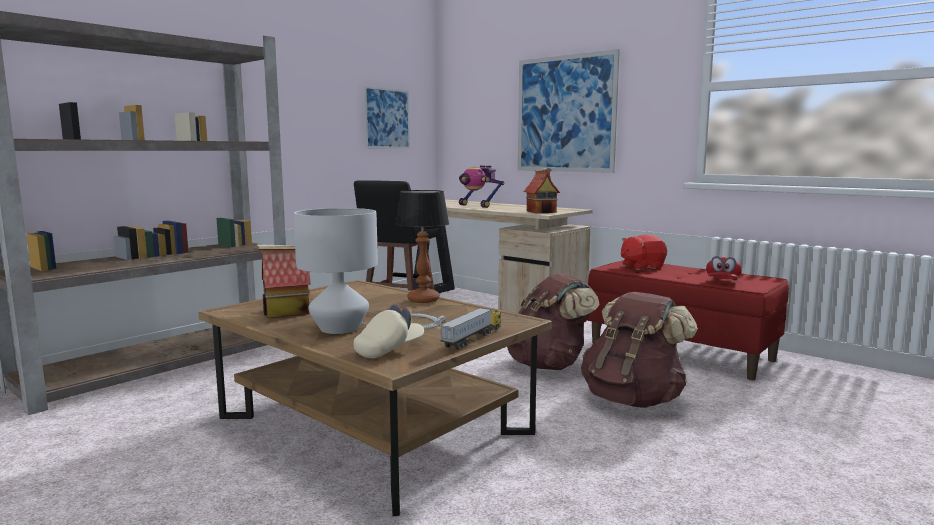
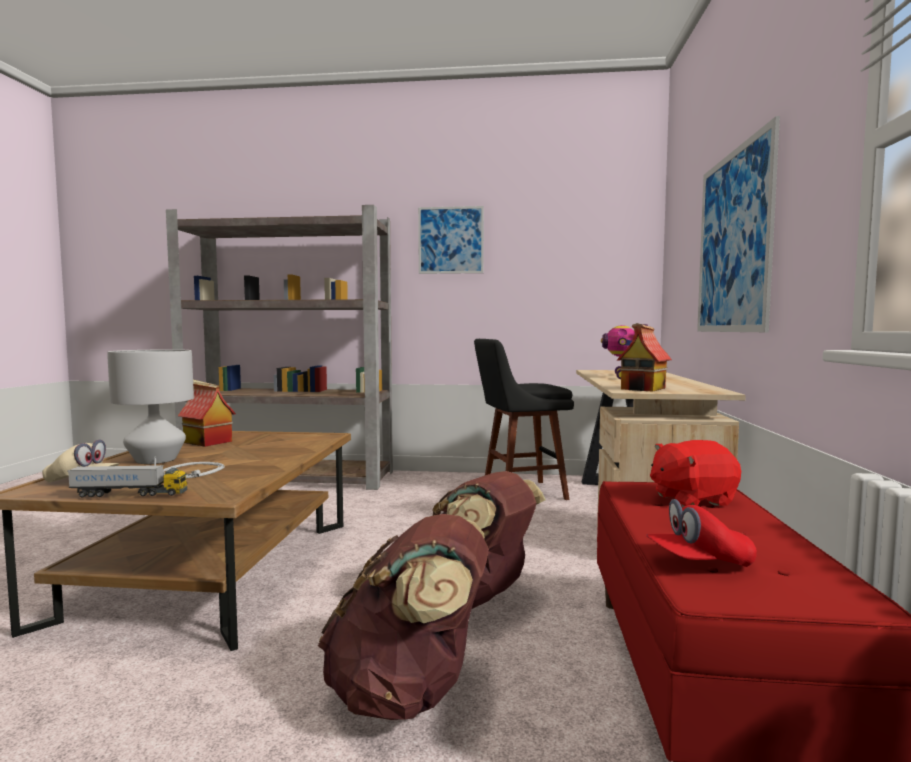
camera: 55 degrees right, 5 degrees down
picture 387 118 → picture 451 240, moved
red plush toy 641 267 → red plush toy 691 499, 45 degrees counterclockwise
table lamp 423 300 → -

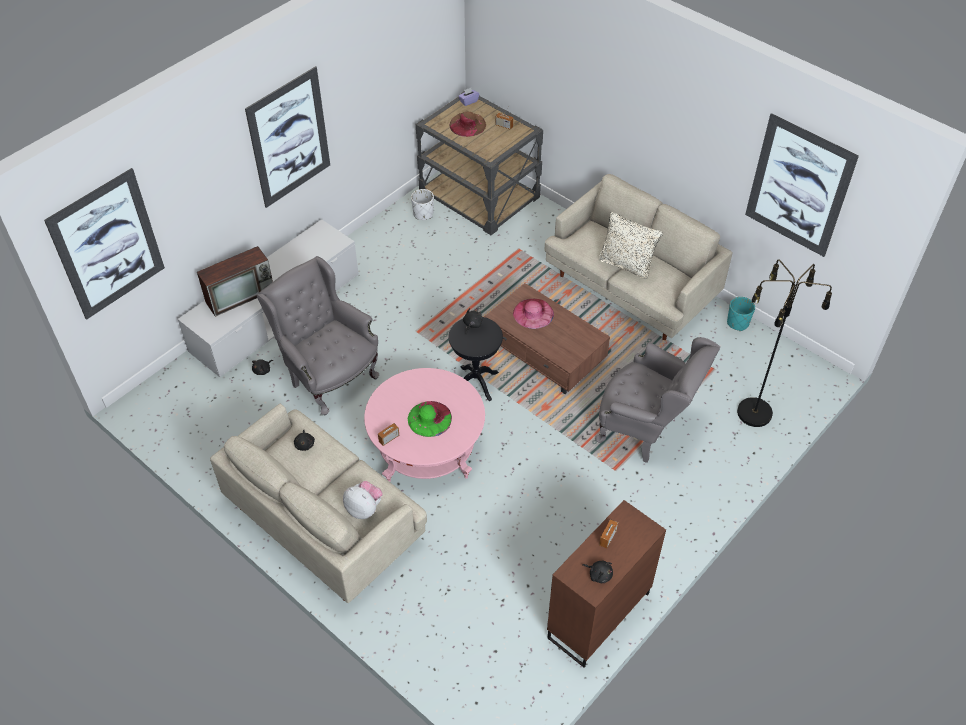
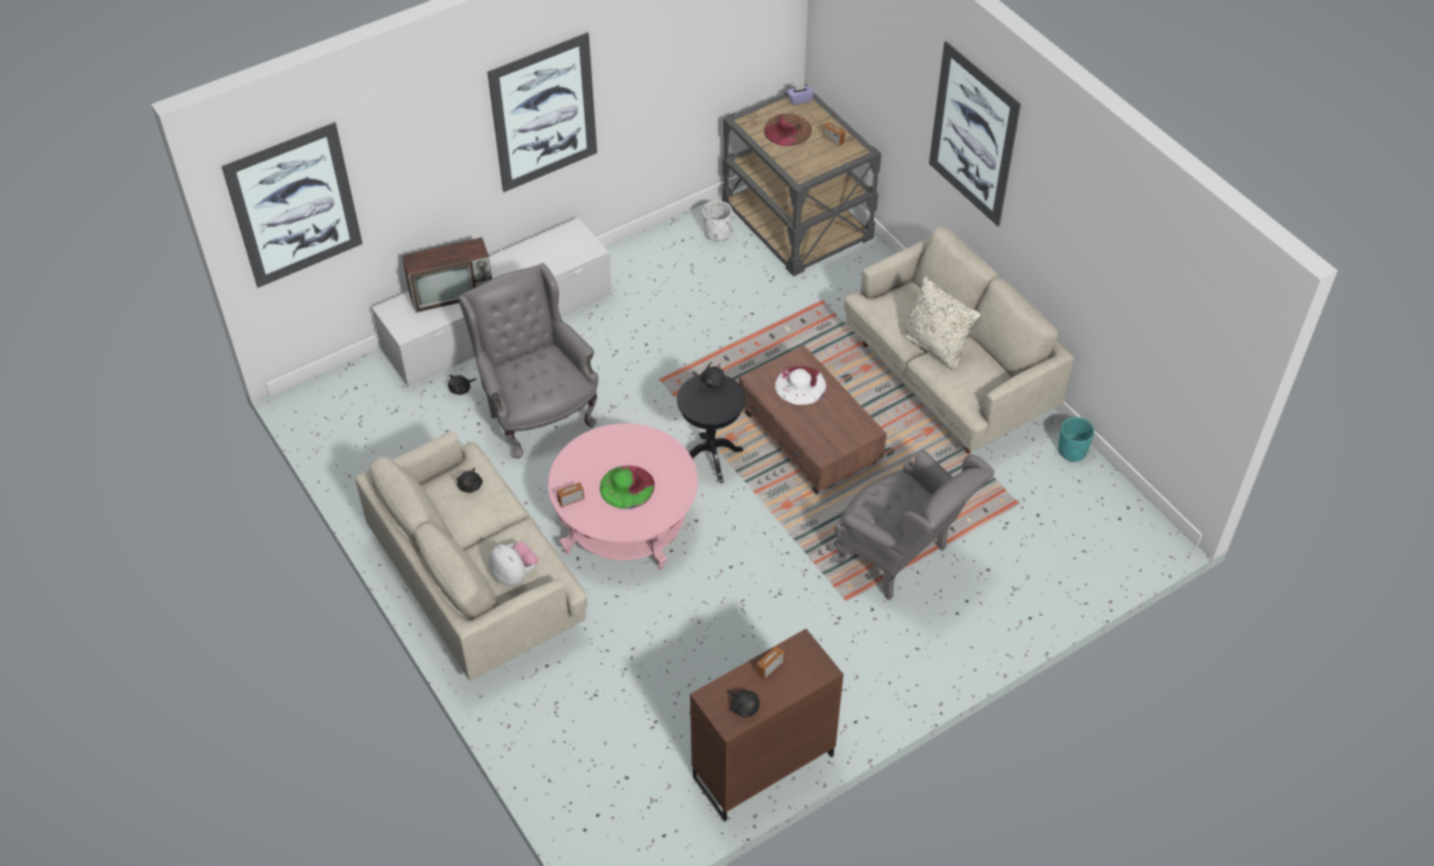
camera: 15 degrees right, 0 degrees up
pink hat 533 313 → white hat 800 385
picture 798 186 → picture 973 135, moved
floor lamp 754 412 → -

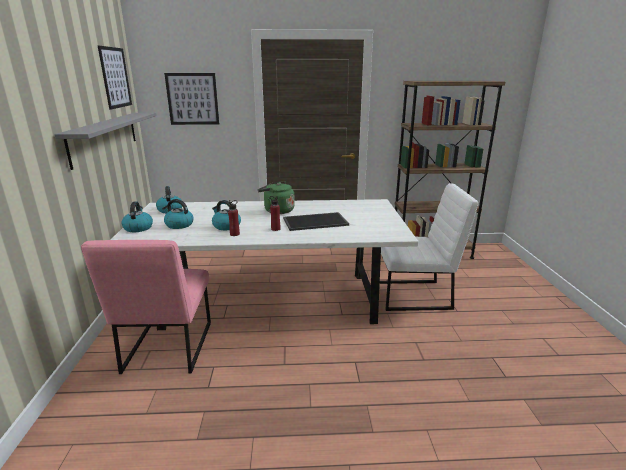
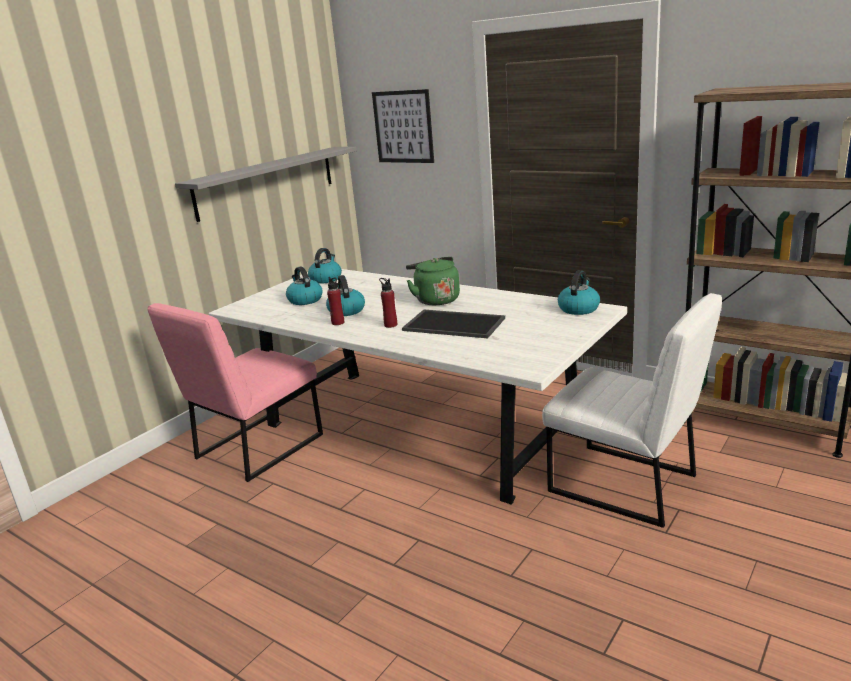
camera: 40 degrees right, 0 degrees up
kettle 138 228 → kettle 578 308, moved
picture 115 77 → -

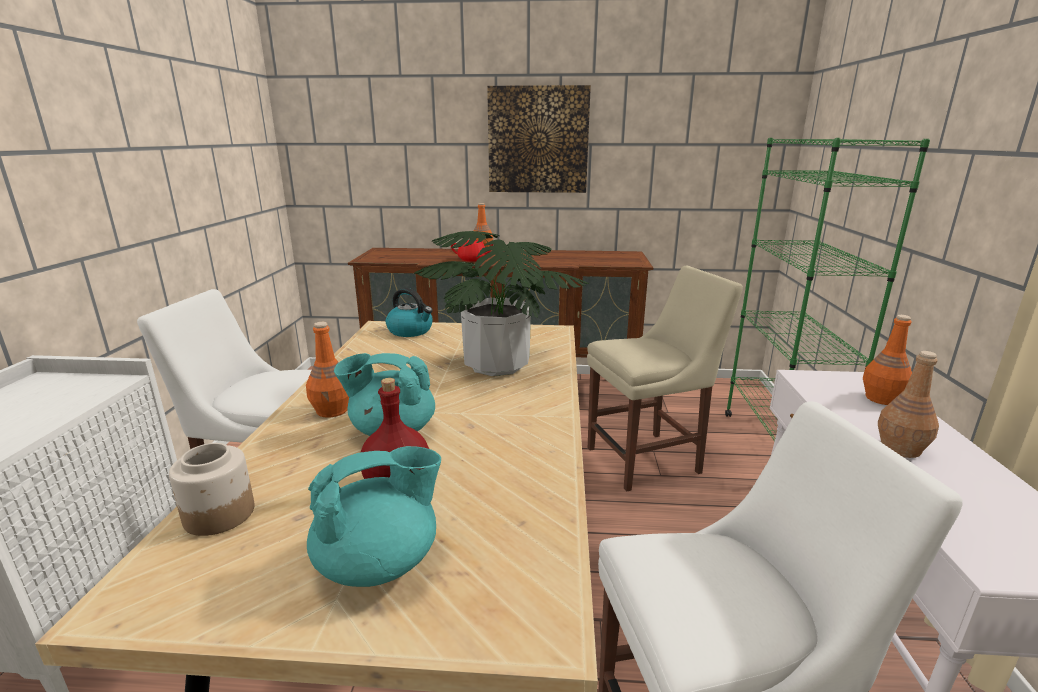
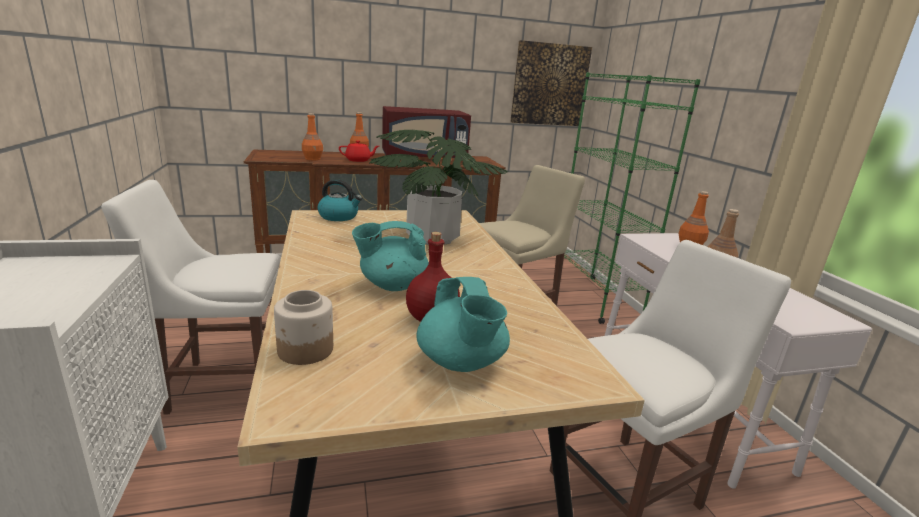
camera: 20 degrees left, 0 degrees up
orange bottle 333 410 → orange bottle 313 159, moved
- → red microwave 424 158
turquoise teapot 380 562 → turquoise teapot 461 363, 120 degrees clockwise
picture 538 140 → picture 549 85, moved

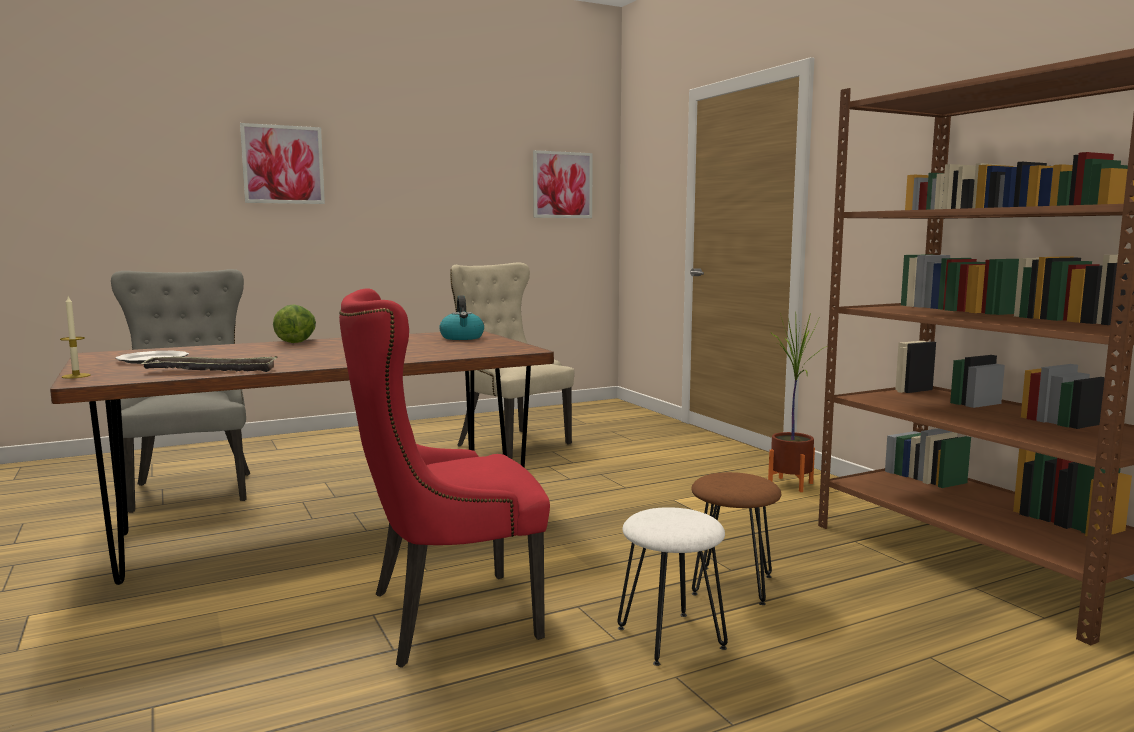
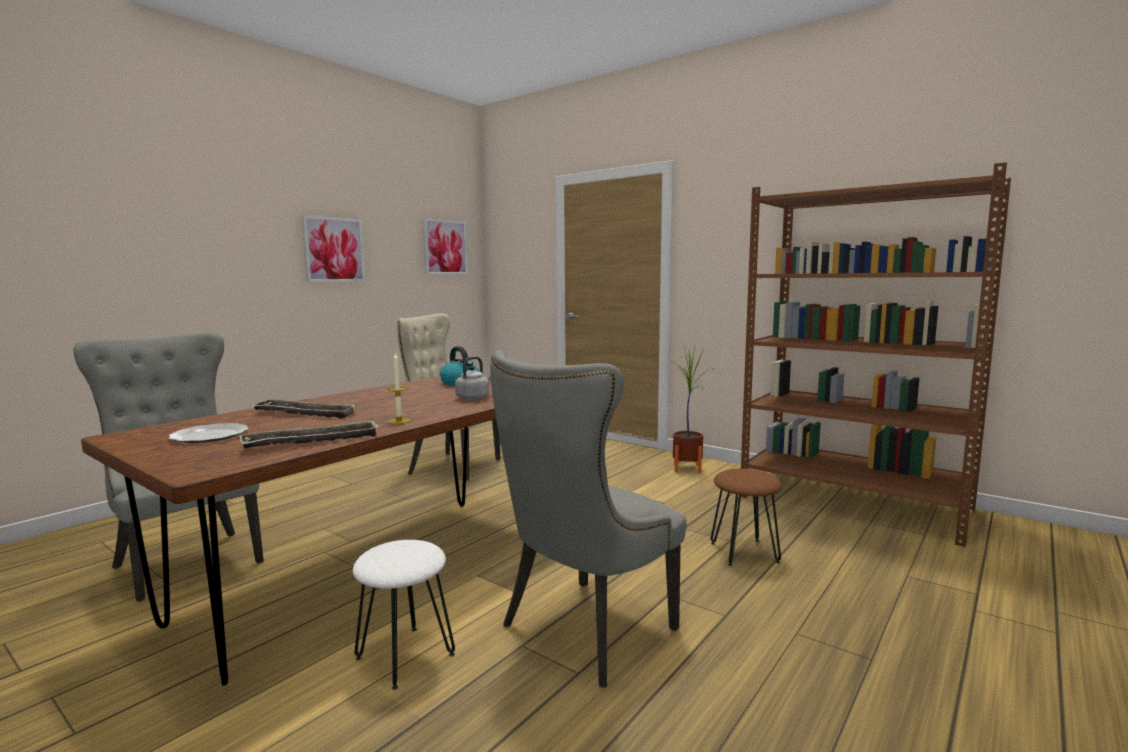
camera: 25 degrees left, 0 degrees up
- → tray 304 414
picture 283 164 → picture 334 250, moved
white stool 671 638 → white stool 405 656, moved
candle 76 376 → candle 399 421, moved
- → grey kettle 474 398
red chair 448 617 → grey chair 587 630
lettuce 296 342 → -

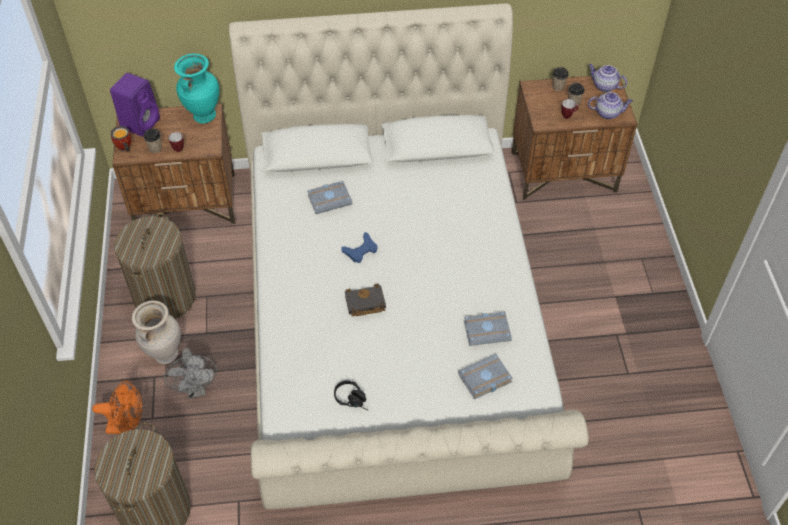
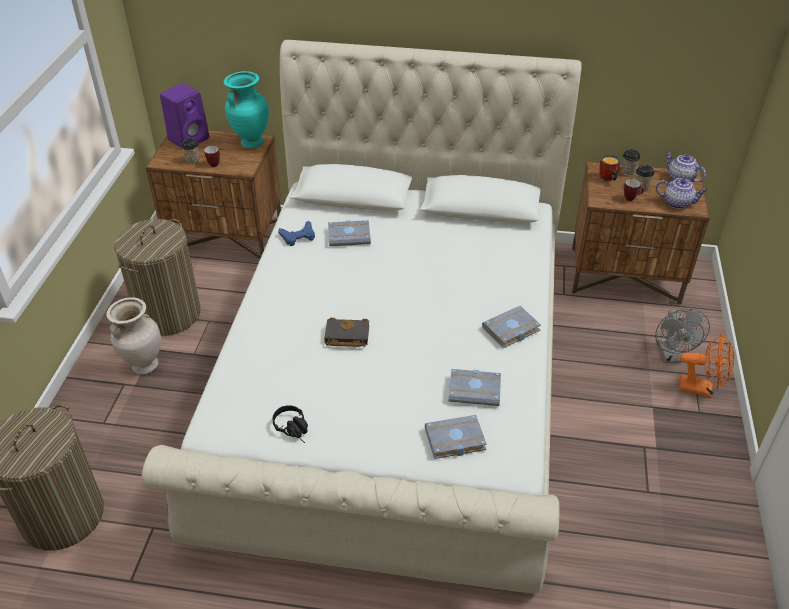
camera: 15 degrees right, 10 degrees down
blue game controller 360 250 → blue game controller 298 236, moved
- → grey book 511 331
mug 124 149 → mug 607 179, moved
grey fan 196 389 → grey fan 671 356, moved
orange fan 128 426 → orange fan 701 388, moved

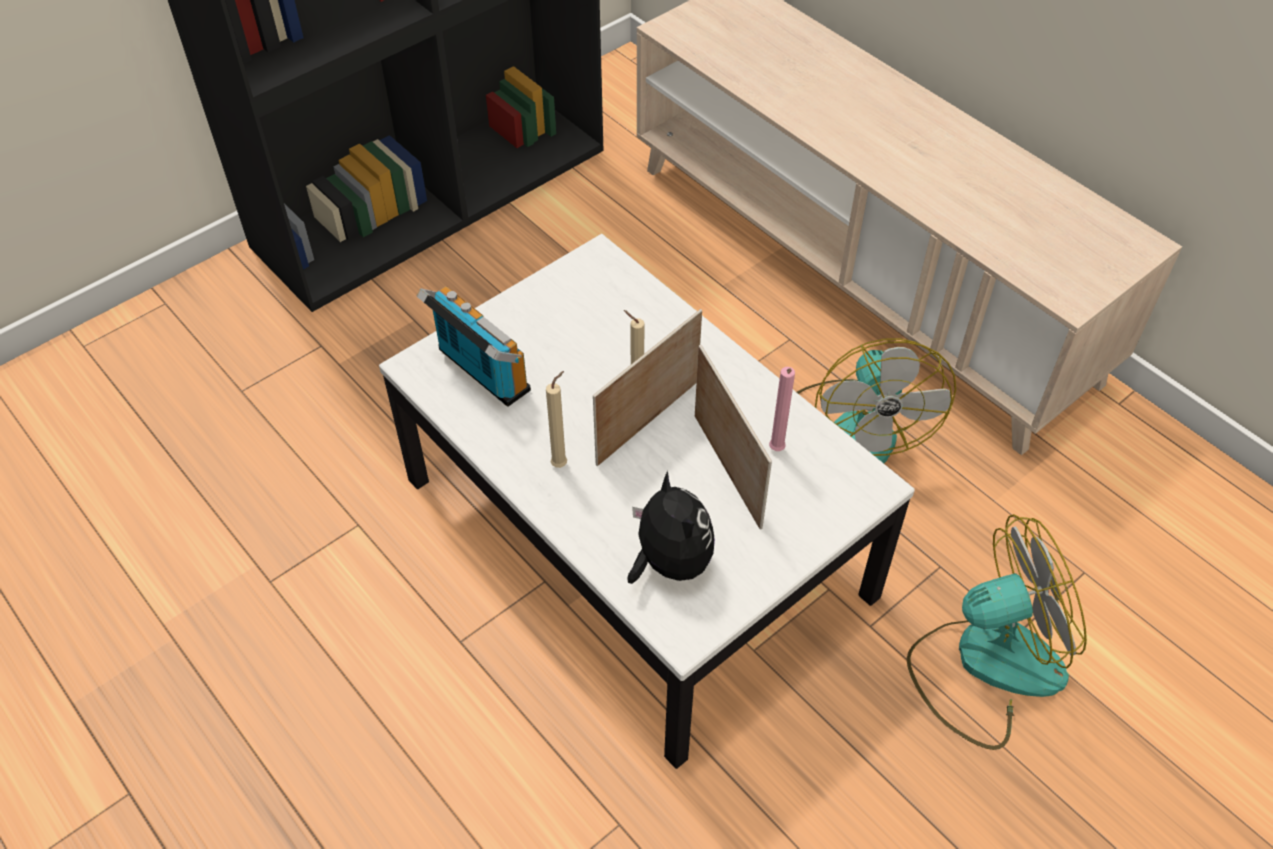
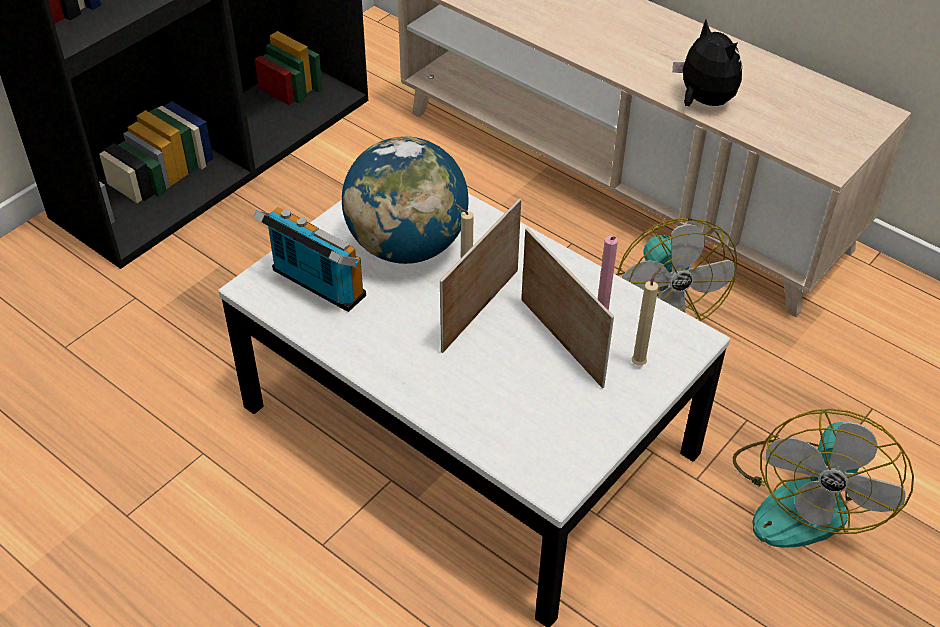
camera: 10 degrees left, 5 degrees down
- → globe 407 246
beige candle 561 463 → beige candle 640 362, moved
plush toy 669 562 → plush toy 703 101, moved
fan 985 664 → fan 804 498, 135 degrees clockwise

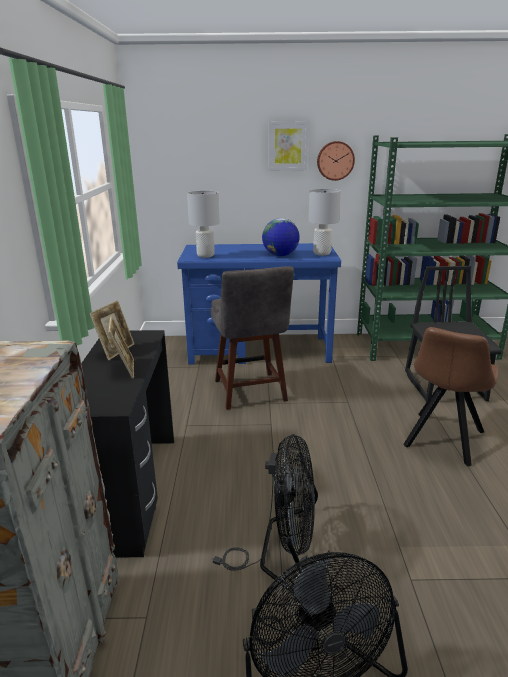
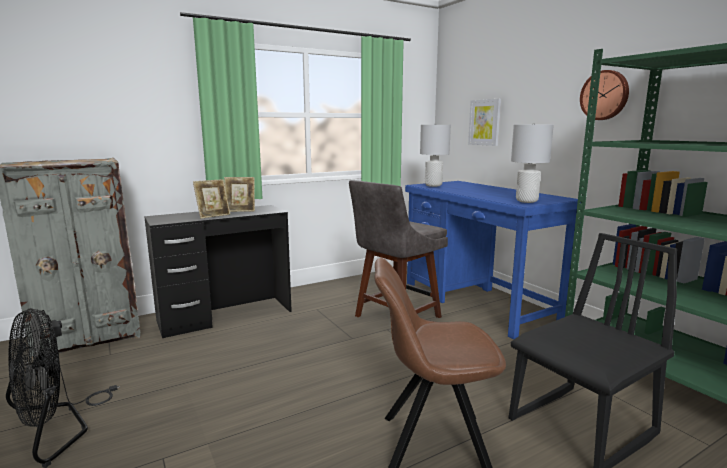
camera: 60 degrees right, 10 degrees down
picture 287 146 → picture 485 122, moved
black fan 281 550 → -
globe 280 255 → -

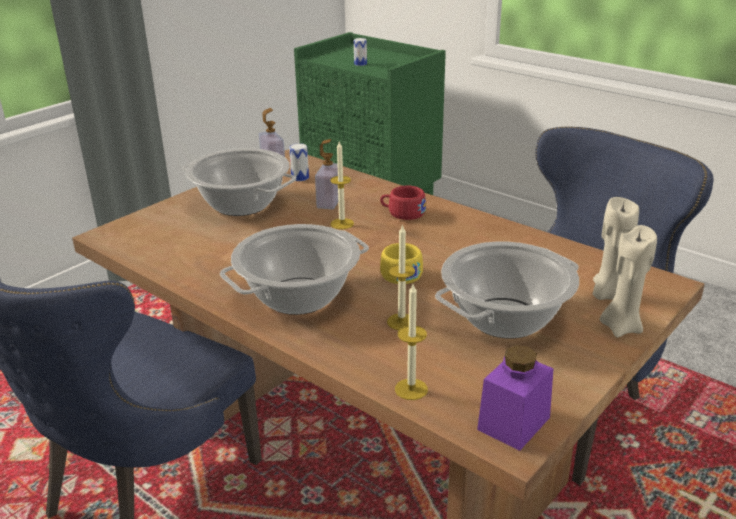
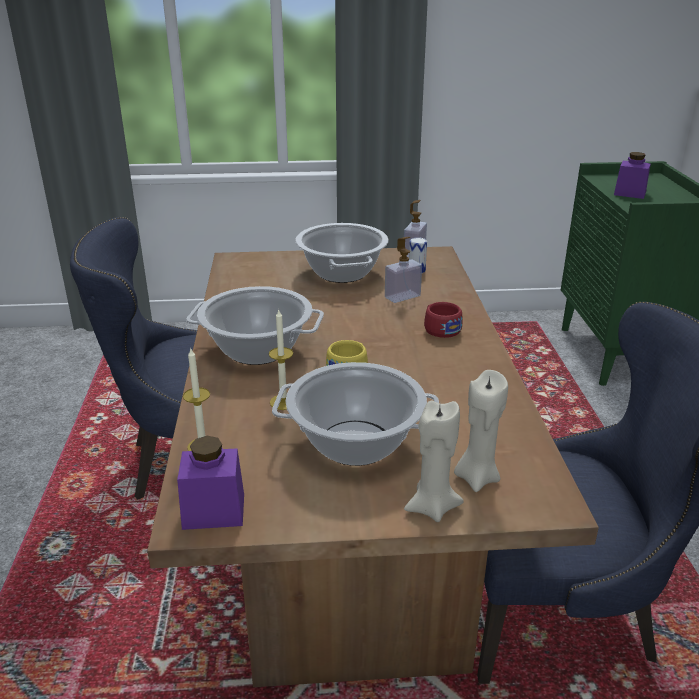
camera: 45 degrees right, 0 degrees up
can 360 64 → purple jar 629 193
candle 342 224 → -

